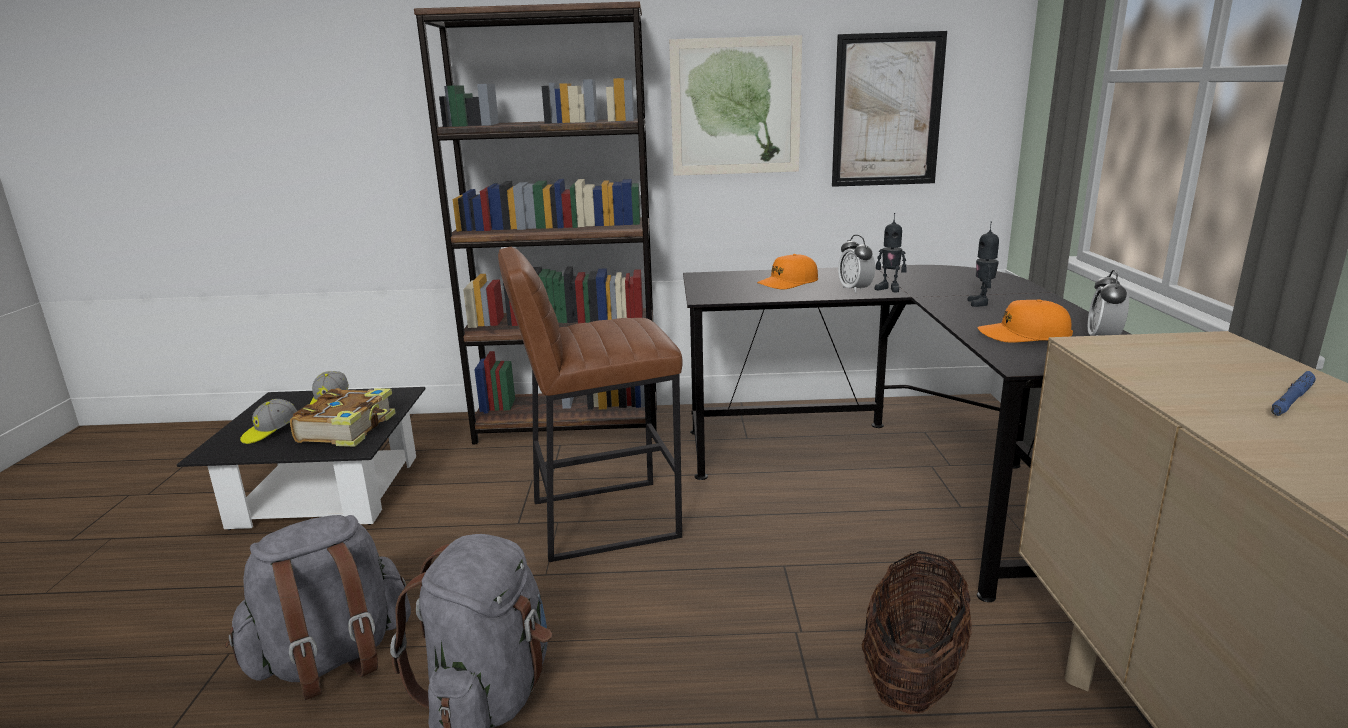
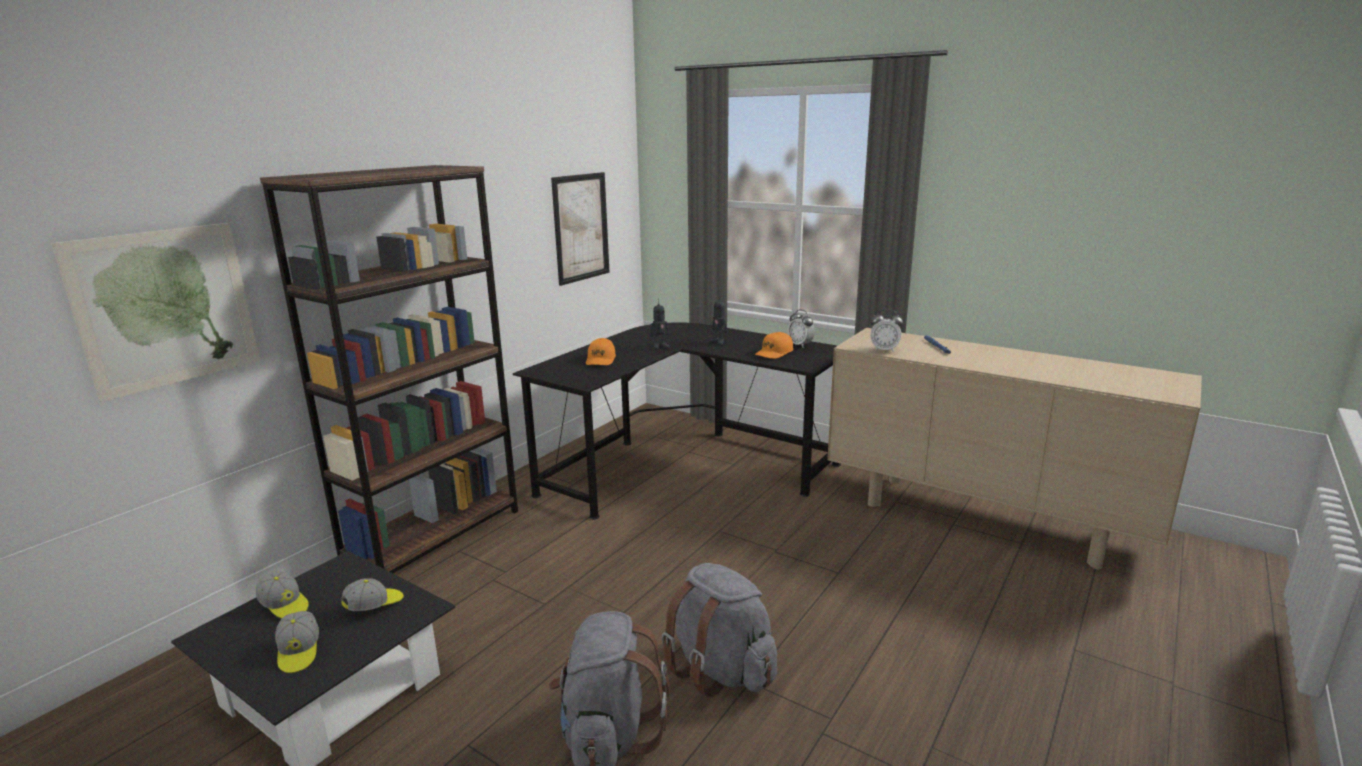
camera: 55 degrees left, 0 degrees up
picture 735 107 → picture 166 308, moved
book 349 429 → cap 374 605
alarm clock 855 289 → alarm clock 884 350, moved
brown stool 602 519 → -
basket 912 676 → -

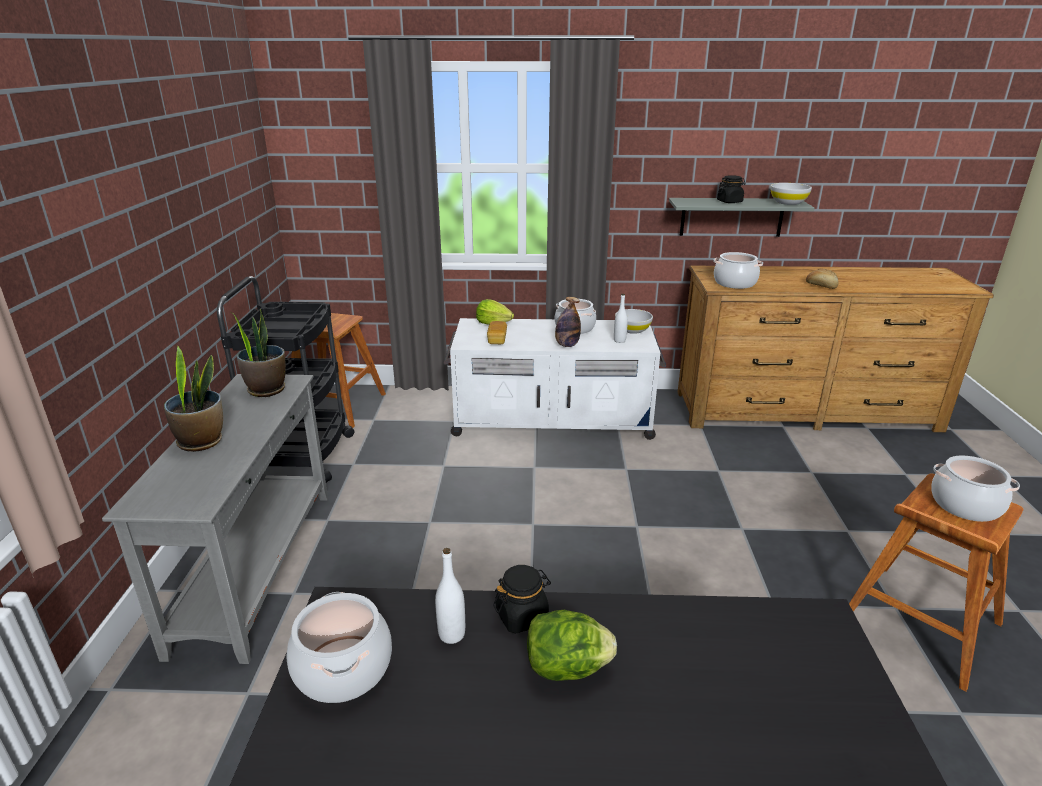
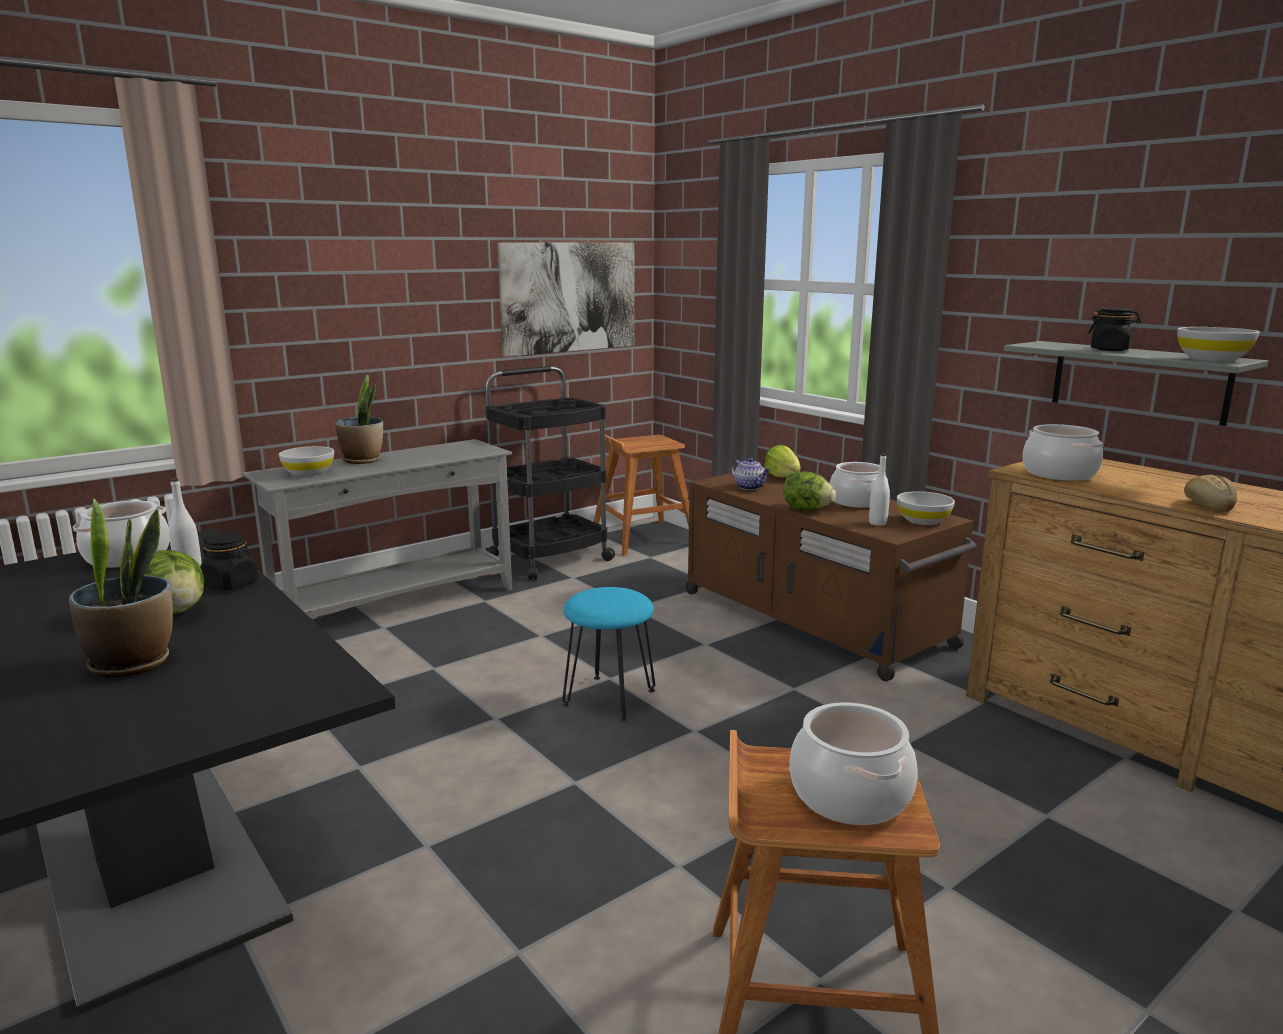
camera: 50 degrees right, 10 degrees down
potted plant 266 389 → potted plant 132 663, moved
- → white bowl 309 473
- → picture 569 297
- → turquoise stool 610 698
white cabinet 553 418 → brown cabinet 814 619
bread 497 340 → teapot 750 487
bottle 567 345 → lettuce 806 509

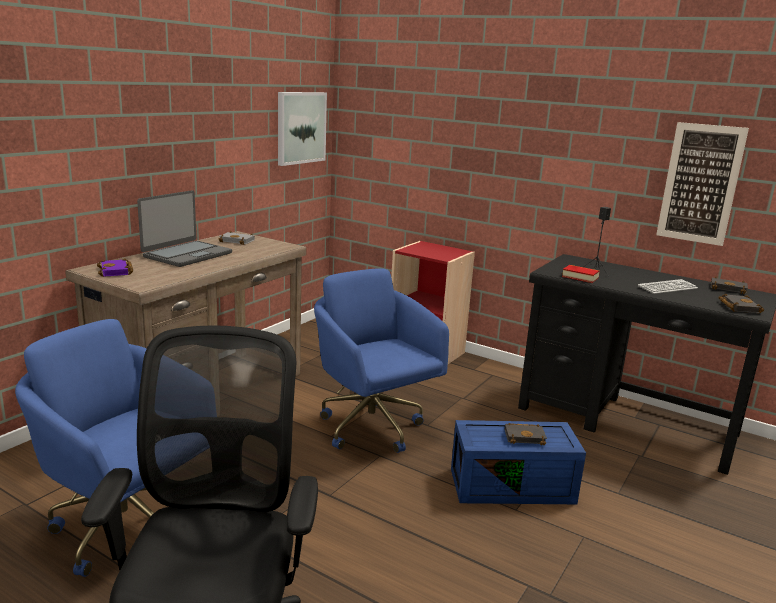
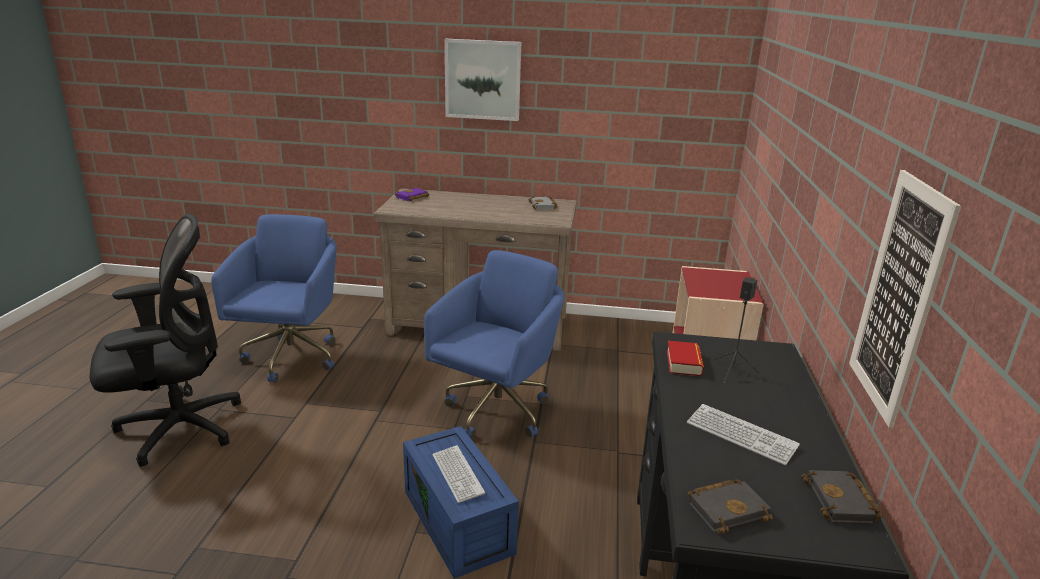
camera: 65 degrees right, 5 degrees up
black book 525 436 → keyboard 457 474
picture 300 127 → picture 483 80, moved
laptop 187 255 → -

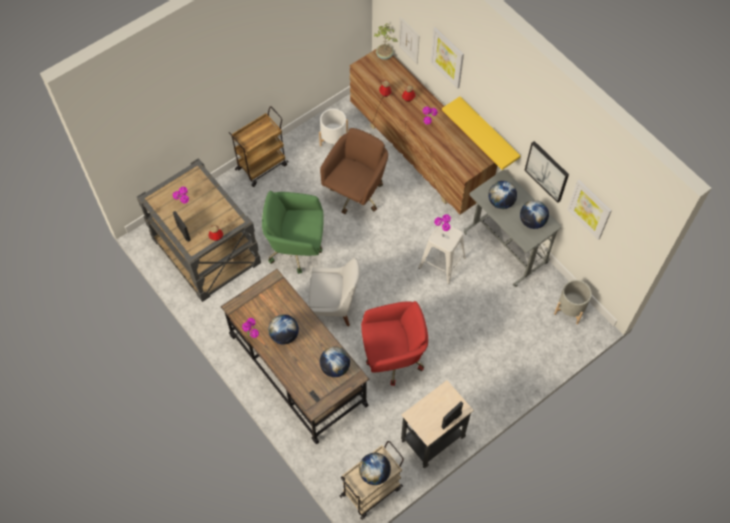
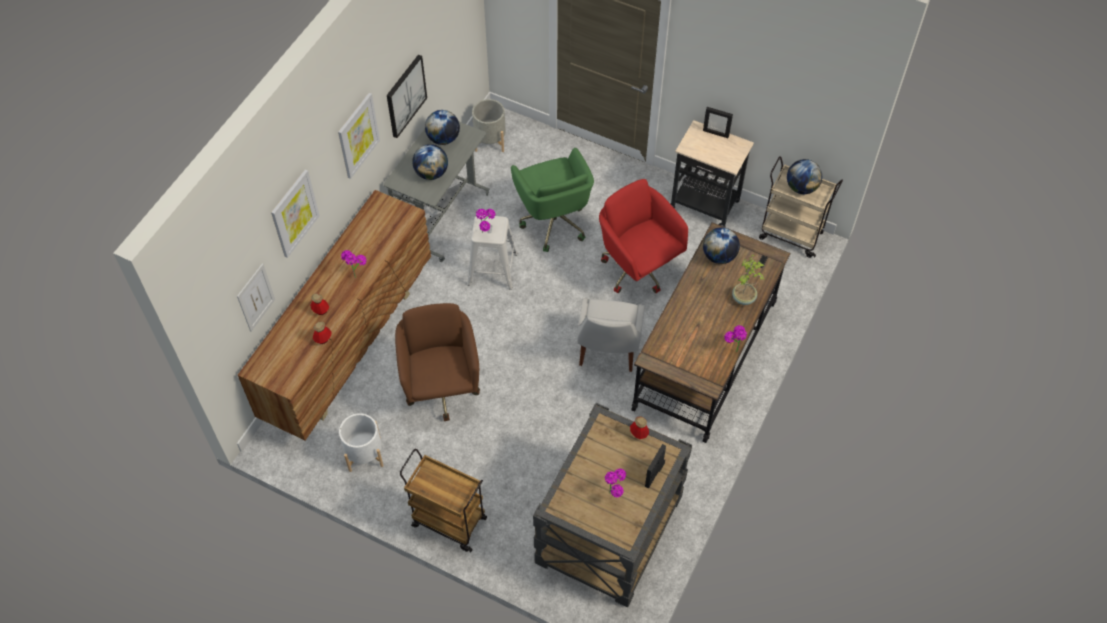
camera: 115 degrees left, 5 degrees down
picture 589 209 → picture 358 135, moved
brown office chair 355 196 → brown office chair 442 392, 75 degrees clockwise
green office chair 296 249 → green office chair 553 222, moved
white chair 334 307 → white chair 607 351, 150 degrees counterclockwise
potted plant 384 56 → potted plant 744 298, moved
globe 284 335 → -
yellow shelf 488 131 → -

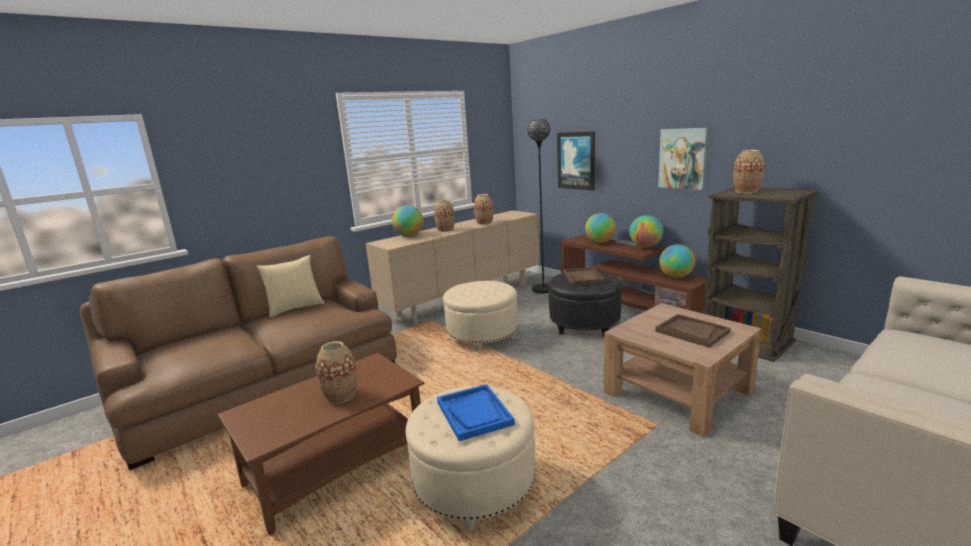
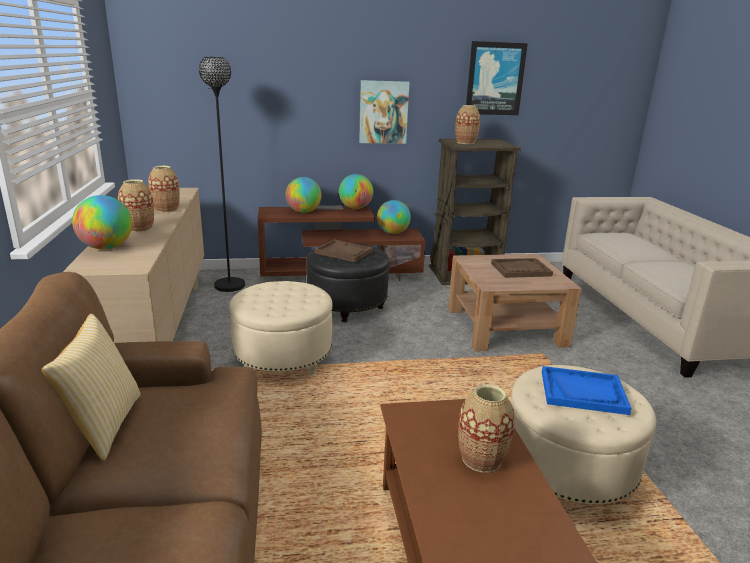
camera: 60 degrees left, 5 degrees up
picture 576 160 → picture 495 79, moved

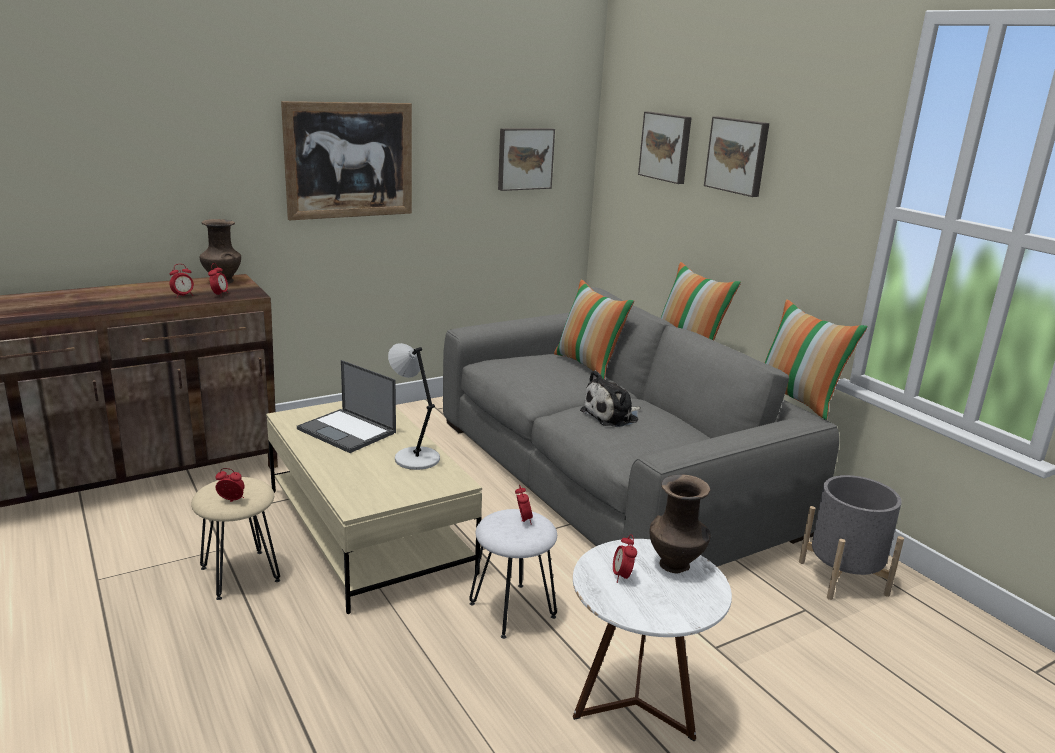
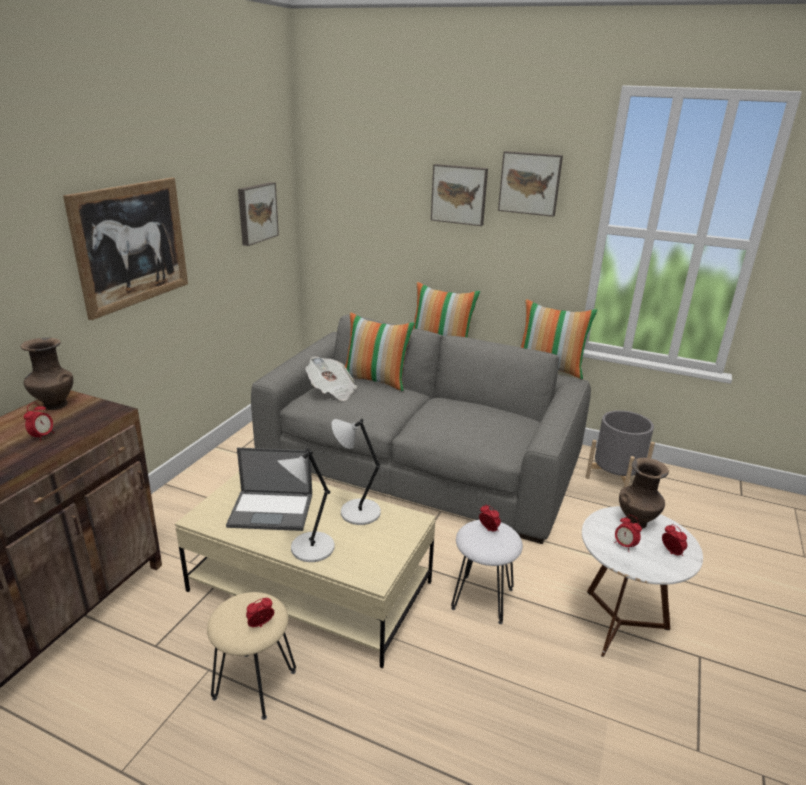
camera: 35 degrees left, 5 degrees up
- → grey table lamp 310 549
- → newspaper 332 391
picture 666 147 → picture 530 183, moved
alarm clock 219 295 → alarm clock 671 553, moved
plush toy 612 416 → -

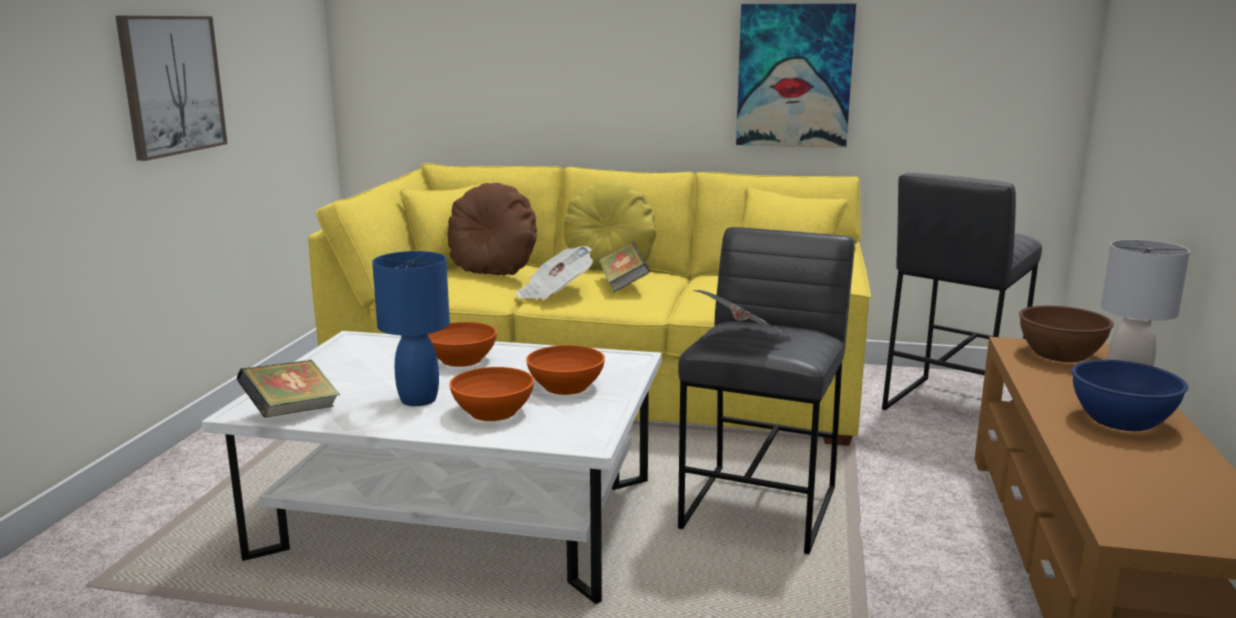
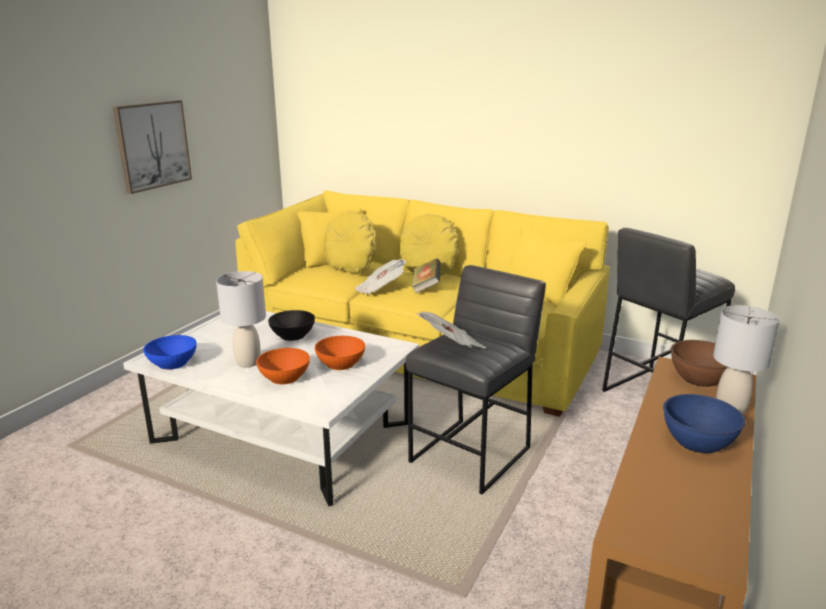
camera: 15 degrees right, 5 degrees up
book 291 413 → blue bowl 173 363
blue table lamp 419 400 → grey table lamp 248 363
orange bowl 461 359 → black bowl 292 335
brown pillow 493 272 → yellow pillow 351 269
picture 794 76 → -

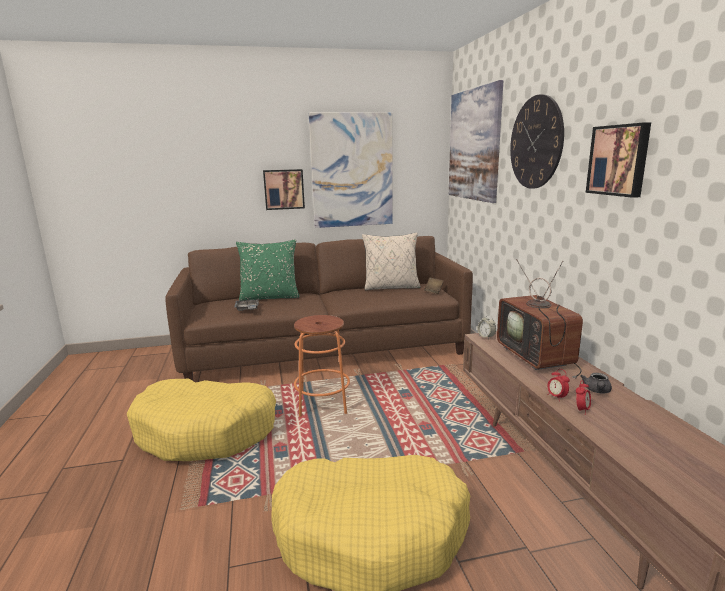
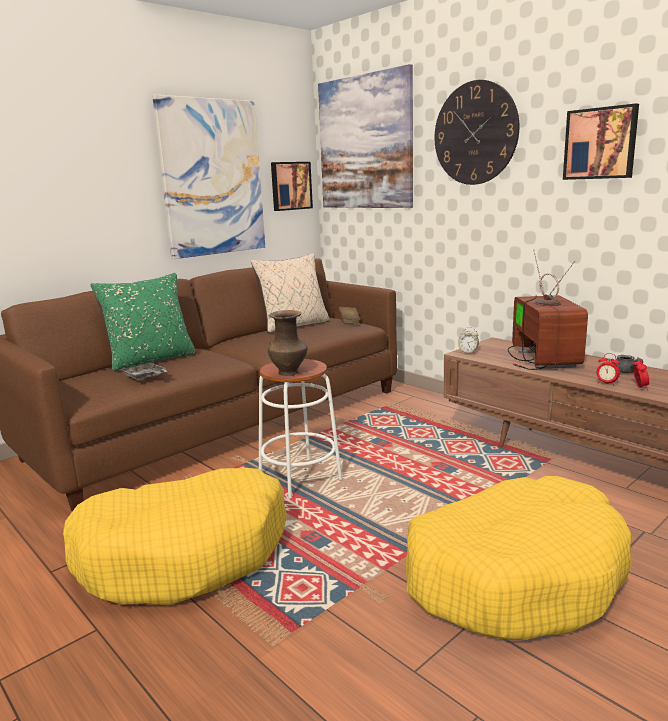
camera: 30 degrees left, 0 degrees up
orange stool 323 403 → white stool 300 477
- → brown vase 289 373
picture 284 189 → picture 290 186, moved
television 538 357 → television 540 358, 135 degrees counterclockwise

